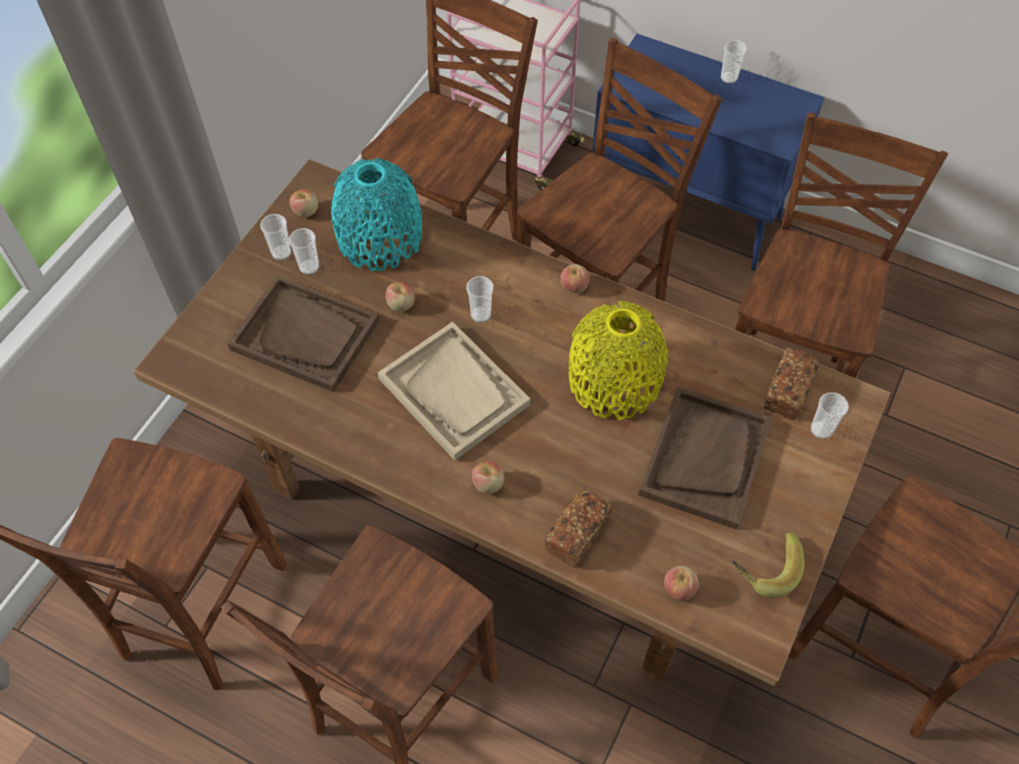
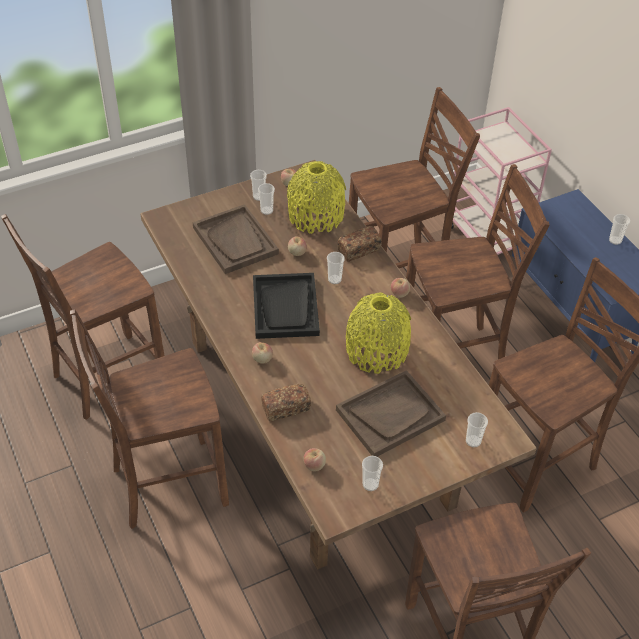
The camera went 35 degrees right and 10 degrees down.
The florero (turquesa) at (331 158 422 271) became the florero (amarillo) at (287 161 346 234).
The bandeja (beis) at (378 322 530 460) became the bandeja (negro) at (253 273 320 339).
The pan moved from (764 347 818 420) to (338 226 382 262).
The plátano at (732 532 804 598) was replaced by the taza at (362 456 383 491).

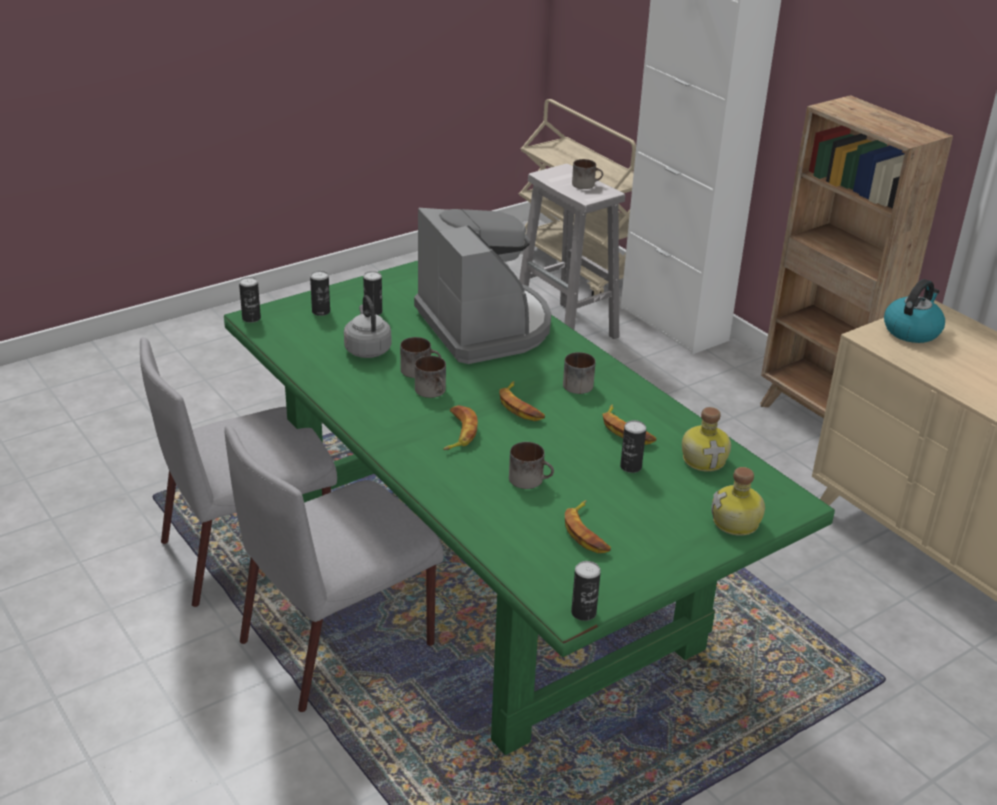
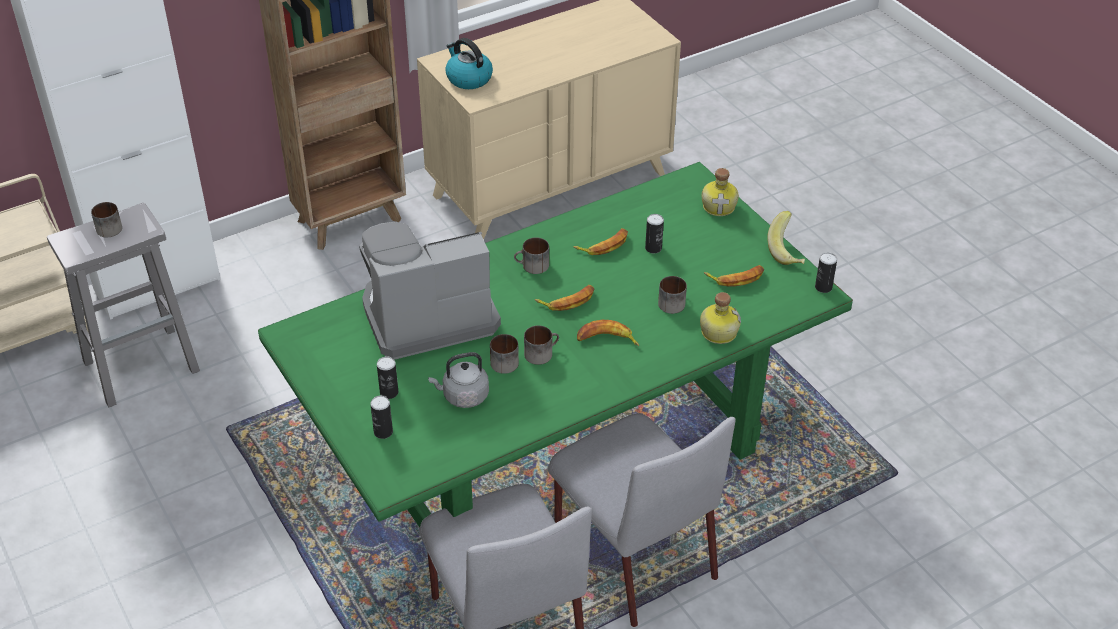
The camera went 85 degrees left and 10 degrees up.
The lata at (239 277 261 323) disappeared.
The botella moved from (682 407 731 472) to (700 292 741 344).
The plátano at (767 211 805 265) appeared.

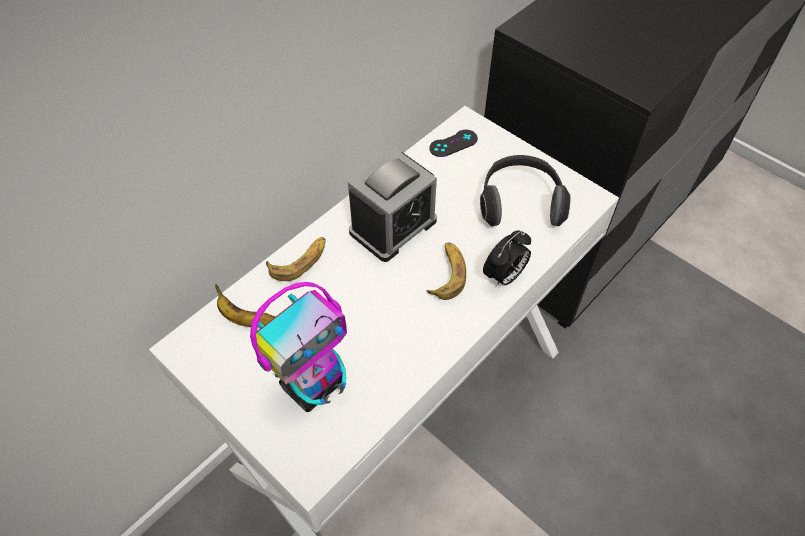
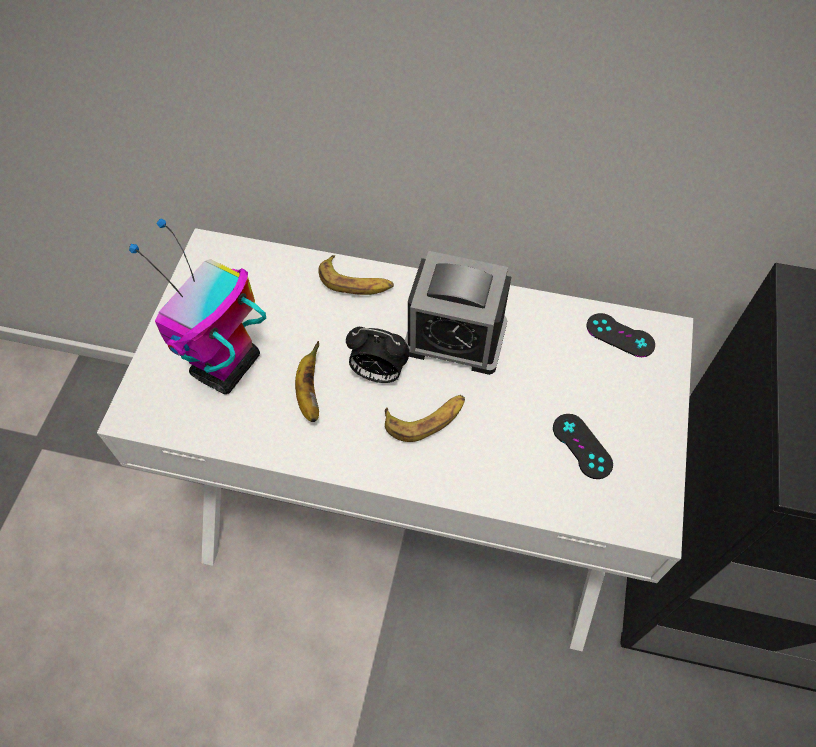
The camera went 60 degrees right and 5 degrees up.
The auriculares at (480 155 571 226) was replaced by the mando de consola (negro) at (553 414 613 479).
The despertador moved from (483 230 531 288) to (346 327 410 383).
The robot de juguete at (250 282 347 412) turned 105 degrees clockwise.
The plátano moved from (215 284 275 328) to (295 341 319 422).

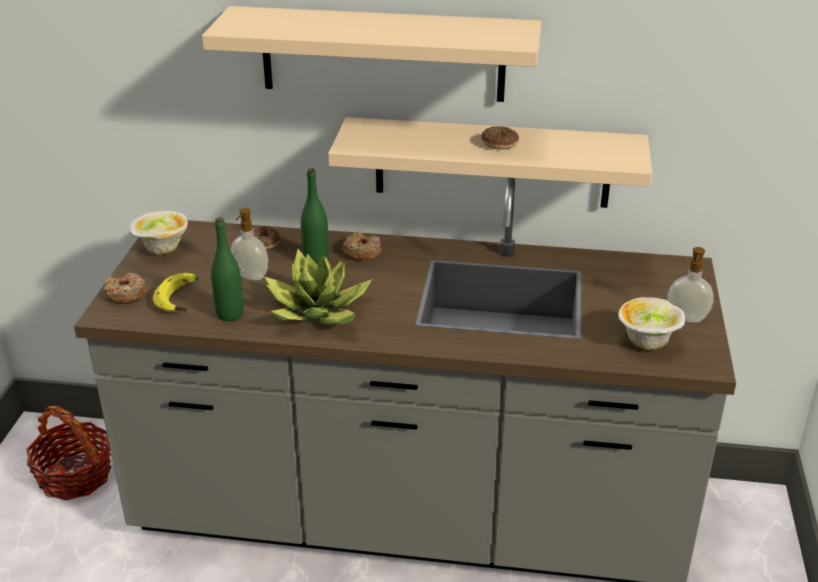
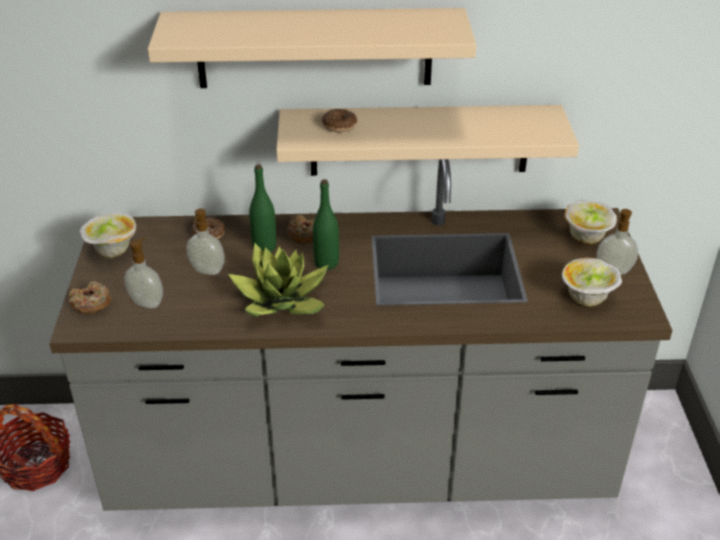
The camera went 10 degrees left and 5 degrees up.
The rosquilla moved from (481 126 519 150) to (322 109 357 132).
The botella (verde) moved from (211 217 244 321) to (313 179 339 270).
The plátano at (153 273 199 312) was replaced by the dispensador de jabón at (124 238 163 308).
The cuenco at (564 200 617 245) appeared.

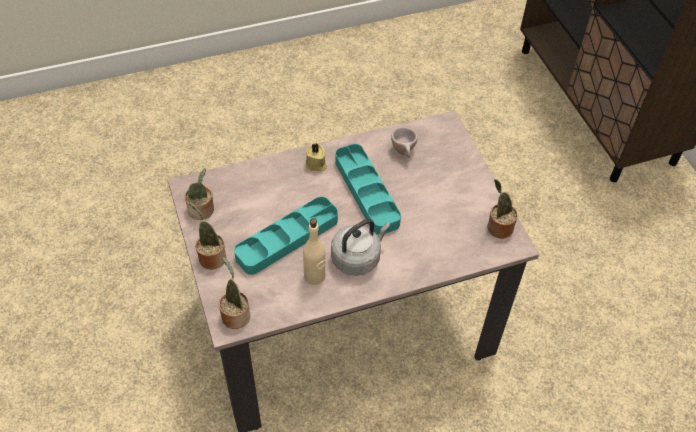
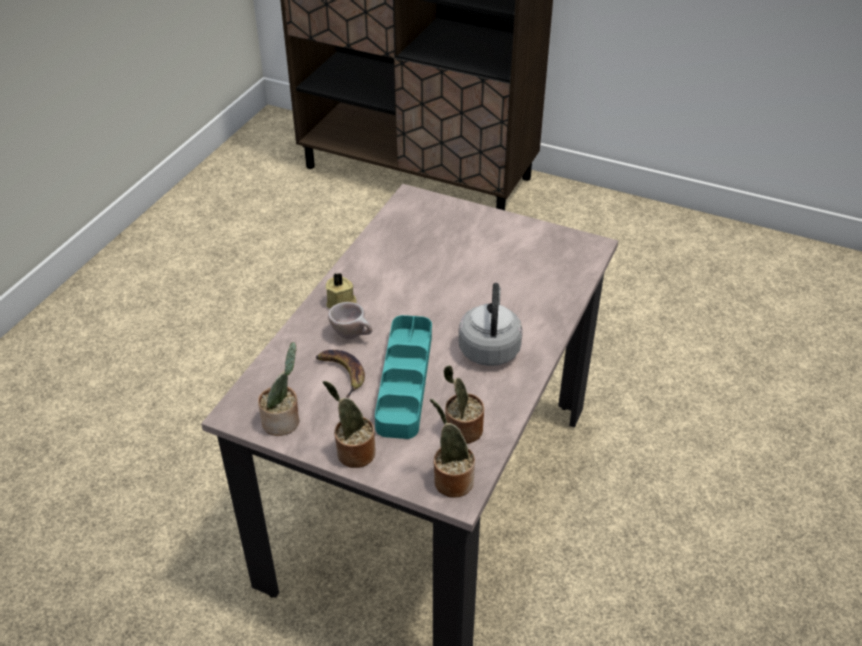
The camera went 45 degrees left and 10 degrees down.
The taza (beis) moved from (391 127 418 158) to (328 302 372 339).
The bandeja (turquesa) at (335 144 401 235) disappeared.
The planta en maceta moved from (487 179 518 239) to (444 365 484 444).
The botella (beis) at (303 218 325 285) disappeared.
The plátano at (315 350 365 398) appeared.

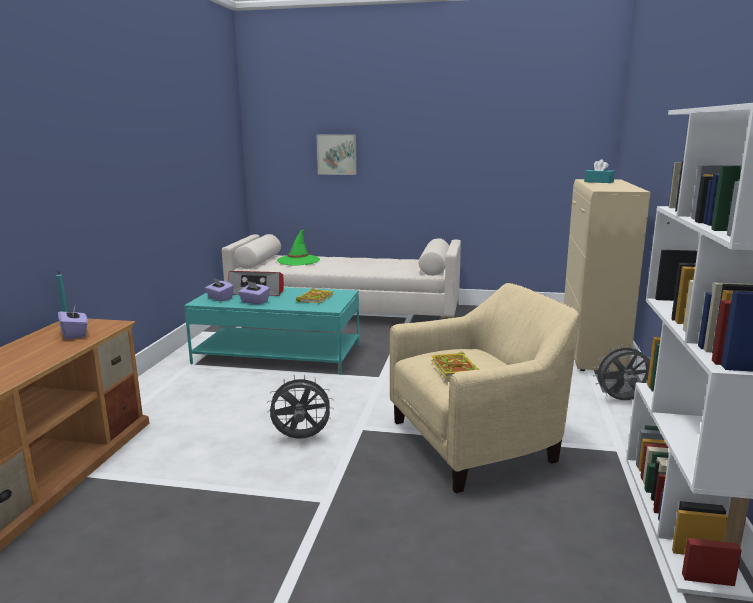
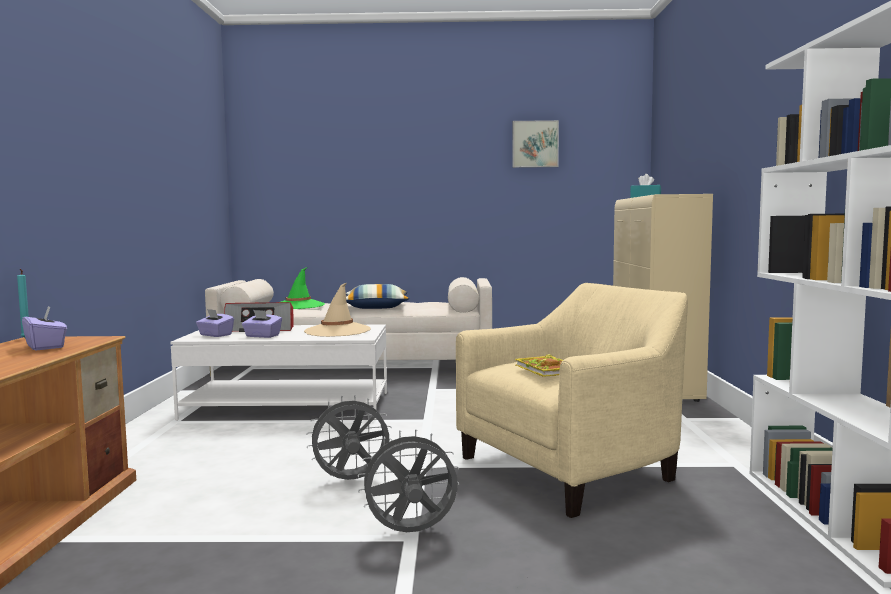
The camera went 10 degrees left and 10 degrees down.
The cuadro moved from (317 134 357 175) to (512 120 559 168).
The mesa de centro (turquesa) at (184 287 360 375) became the mesa de centro (blanco) at (170 324 387 421).
The libro at (296 288 334 303) was replaced by the sombrero (beis) at (304 283 371 337).
The ventilador (gris) moved from (593 344 650 400) to (358 429 459 532).
The cojín at (346 284 409 309) appeared.

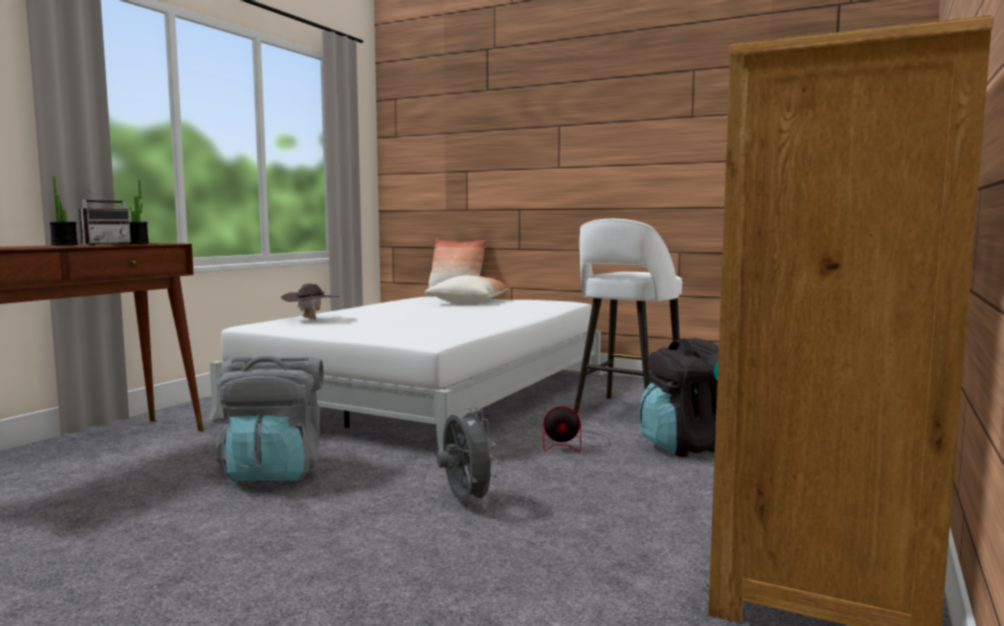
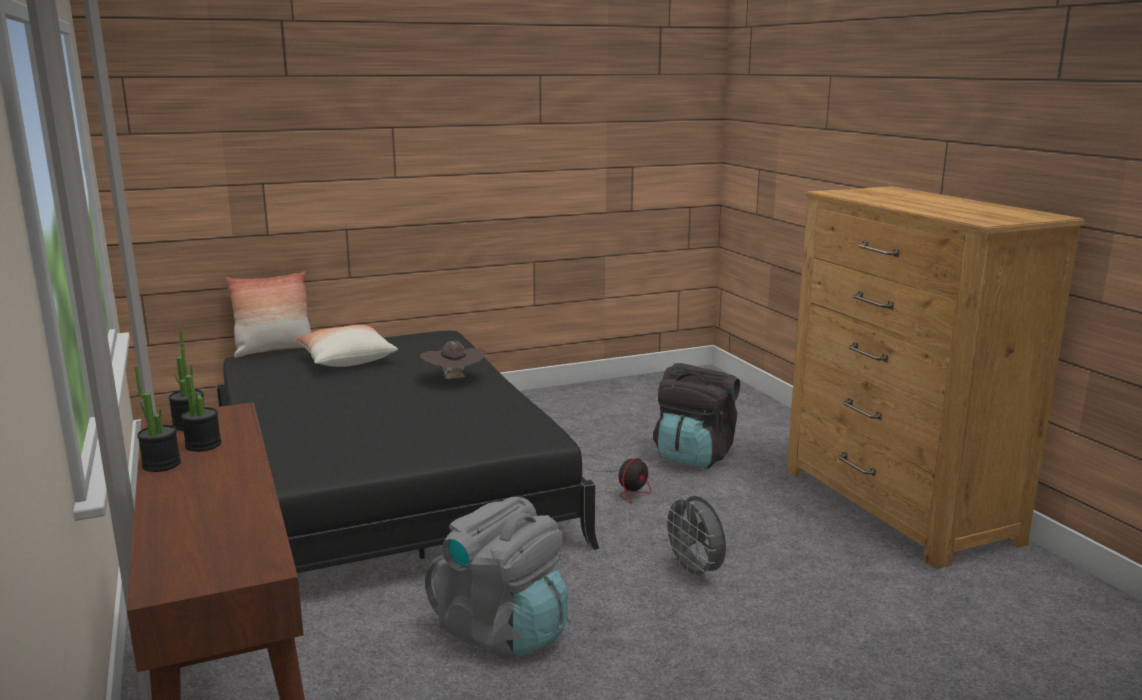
The camera went 50 degrees left and 10 degrees up.
The radio at (79 189 131 245) was replaced by the planta en maceta at (181 348 221 452).
The taburete (blanco) at (574 219 682 415) disappeared.
The sombrero (marrón) moved from (281 283 340 319) to (420 341 487 379).
The cama (blanco) at (208 296 603 452) became the cama (negro) at (216 331 600 573).
The ventilador (gris) at (437 406 498 504) turned 135 degrees counterclockwise.

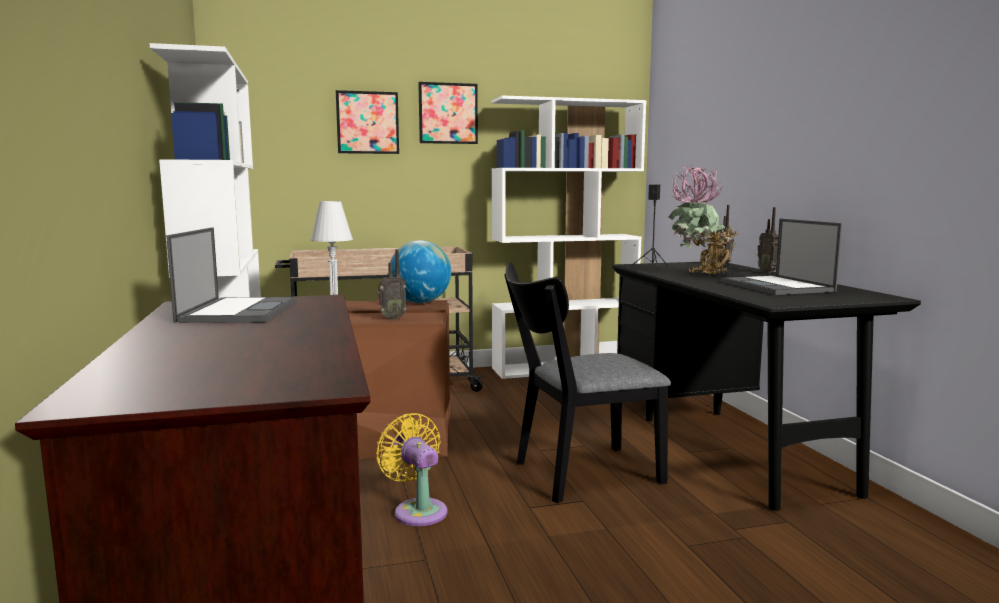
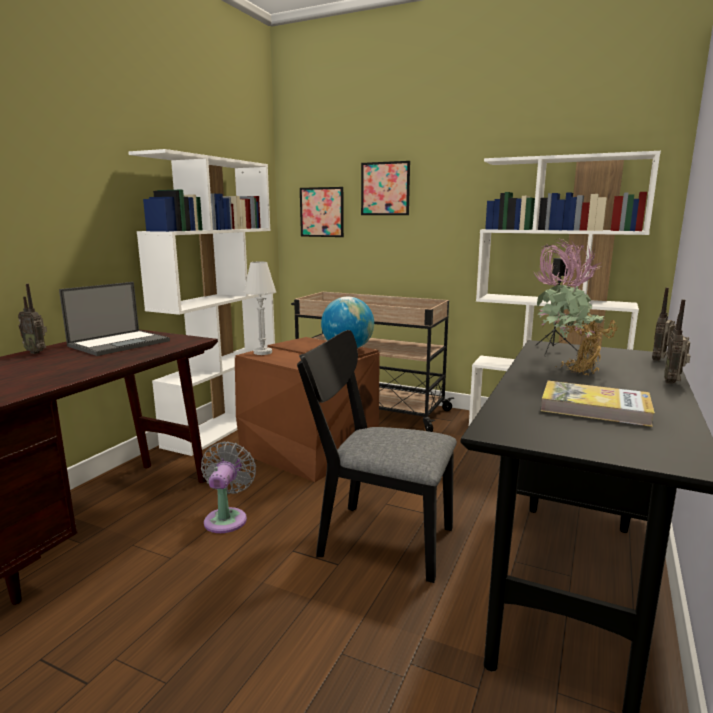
The camera went 40 degrees right and 5 degrees up.
The cuadro moved from (418 82 478 144) to (300 187 344 237).
The portátil at (721 219 842 295) was replaced by the libro at (541 381 655 427).
The radio moved from (377 249 407 320) to (18 284 47 354).
The ventilador (amarillo) at (376 413 447 526) became the ventilador (gris) at (201 441 256 533).

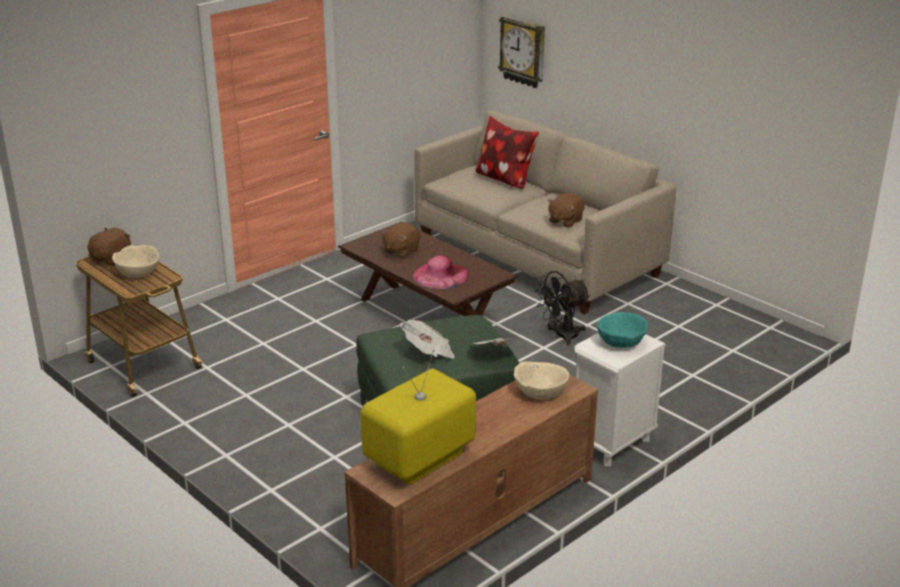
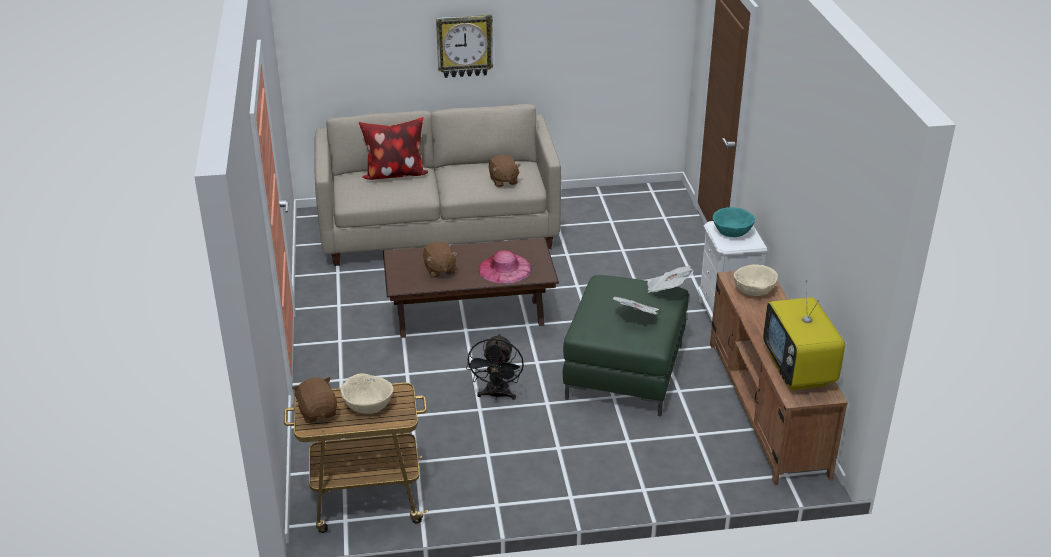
The camera went 55 degrees left and 5 degrees up.
The reloj de pared moved from (498 16 545 88) to (436 15 493 78).
The ventilador (negro) moved from (534 271 590 345) to (466 334 524 400).

